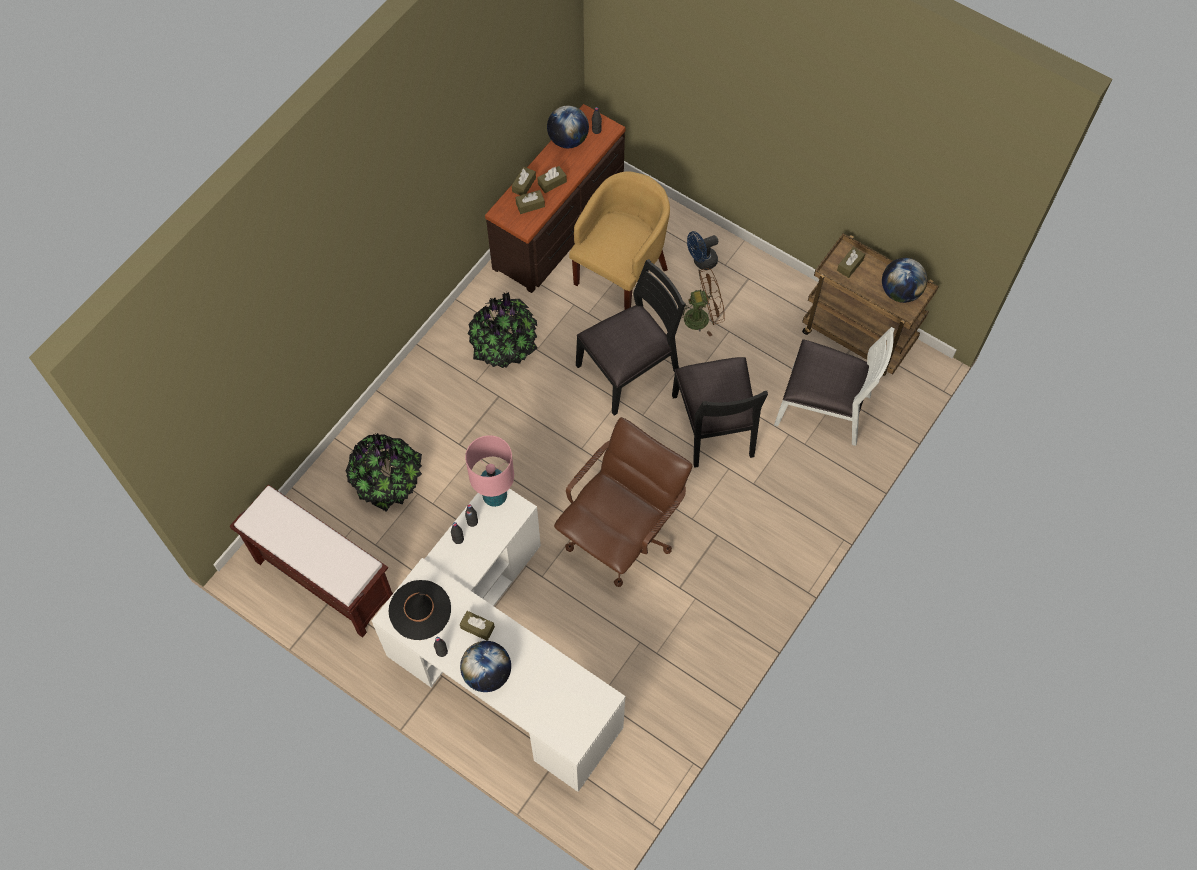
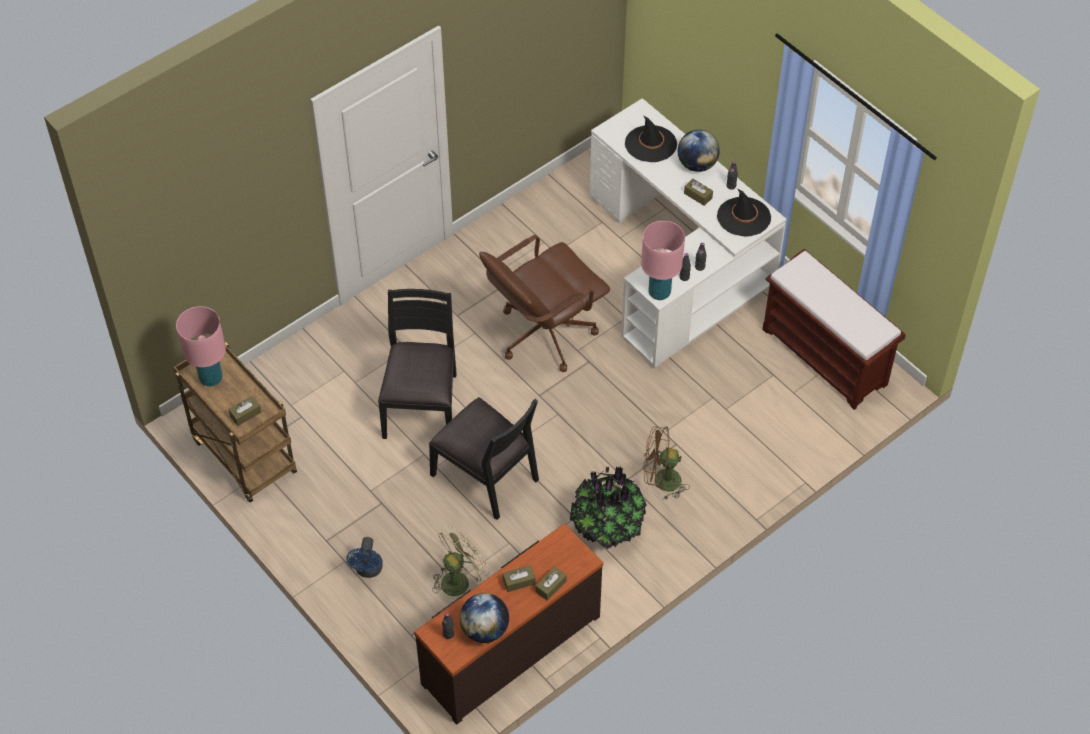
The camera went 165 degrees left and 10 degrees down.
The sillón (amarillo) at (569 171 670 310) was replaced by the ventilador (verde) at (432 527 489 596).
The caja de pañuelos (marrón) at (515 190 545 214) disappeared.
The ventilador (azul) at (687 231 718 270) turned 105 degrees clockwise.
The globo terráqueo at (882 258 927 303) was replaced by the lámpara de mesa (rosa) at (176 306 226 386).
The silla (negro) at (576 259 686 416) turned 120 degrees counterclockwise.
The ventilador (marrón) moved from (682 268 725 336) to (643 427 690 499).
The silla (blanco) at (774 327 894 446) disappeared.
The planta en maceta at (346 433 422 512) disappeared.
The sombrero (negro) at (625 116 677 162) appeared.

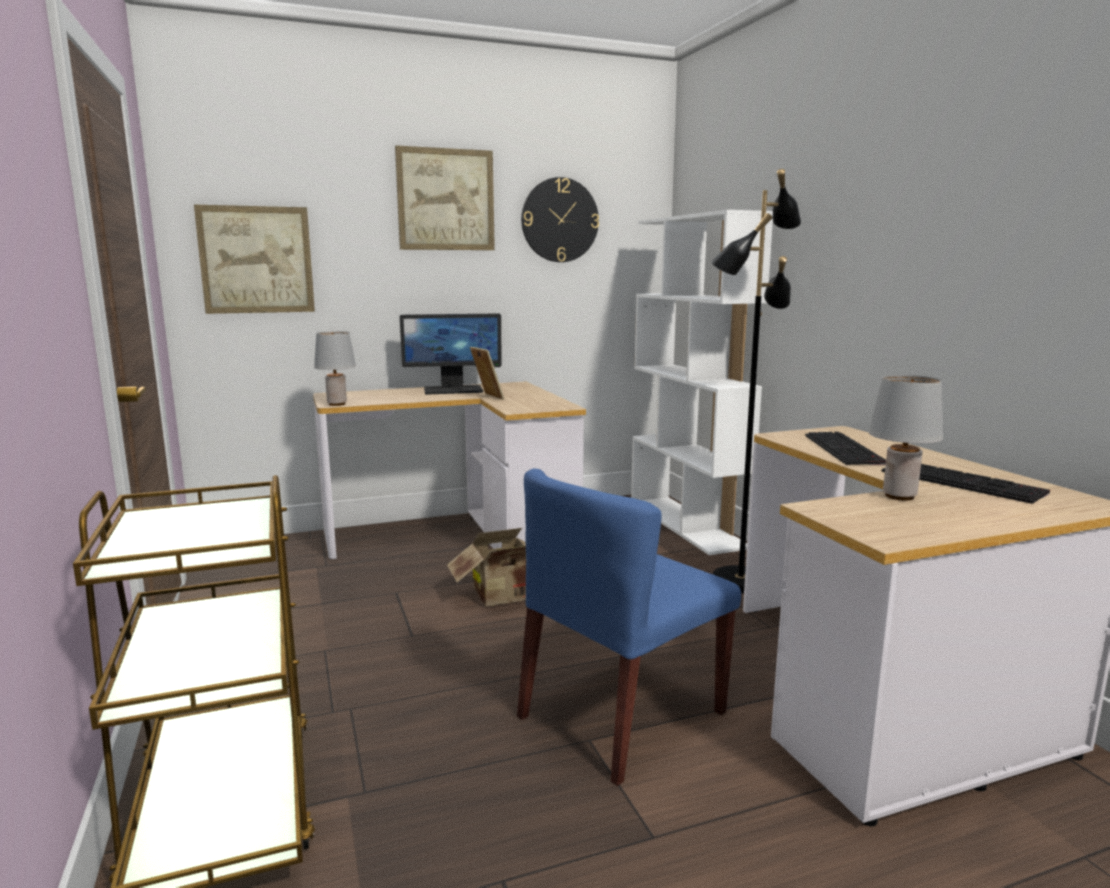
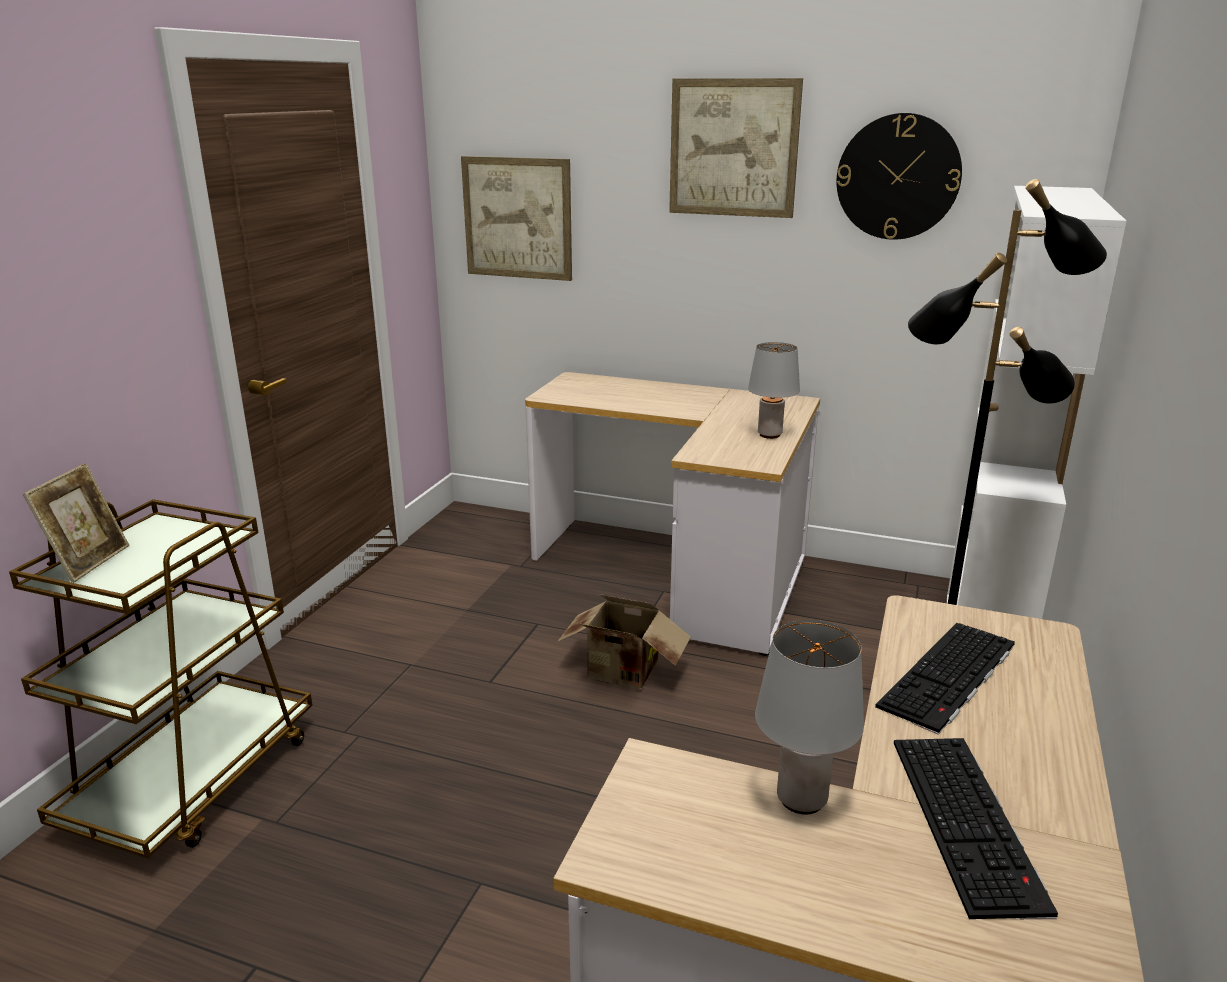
The camera went 40 degrees right and 10 degrees up.
The monitor at (400 313 502 394) disappeared.
The lámpara de mesa (gris) moved from (314 331 356 406) to (748 342 800 439).
The portarretratos moved from (470 347 504 400) to (23 463 129 583).
The silla (azul) at (517 468 741 786) disappeared.

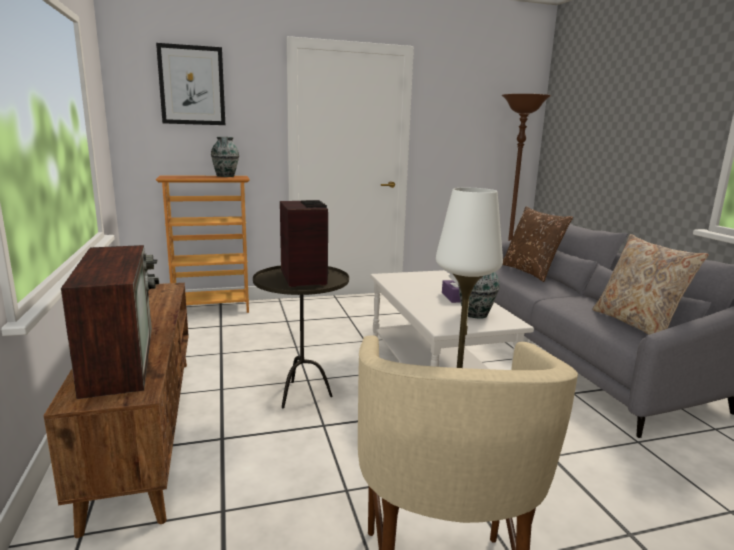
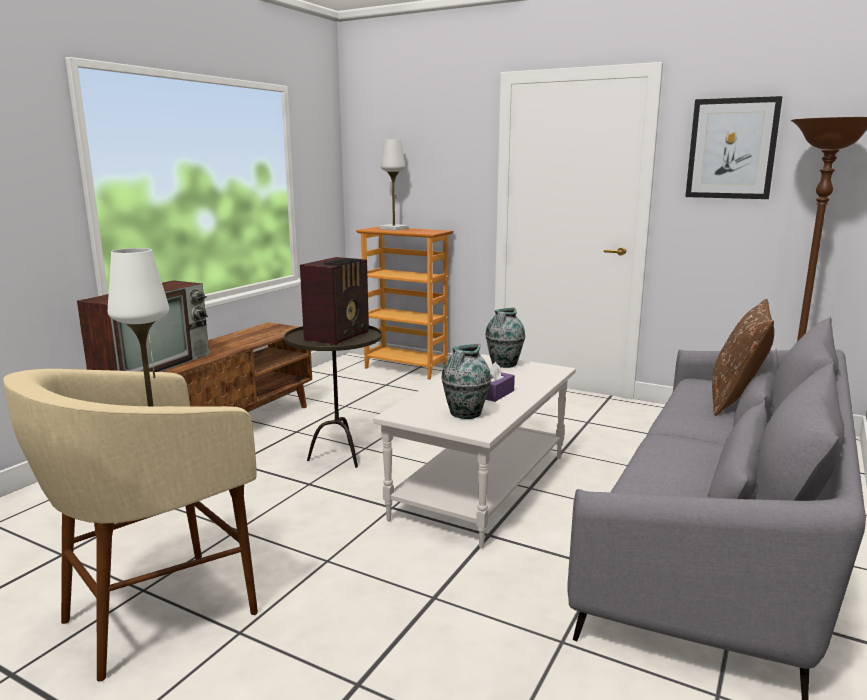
The camera went 45 degrees right and 0 degrees up.
The cuadro moved from (156 43 225 125) to (685 96 782 199).
The florero moved from (211 137 239 177) to (485 307 526 368).
The cojín (beis) at (592 234 709 335) disappeared.
The lámpara de mesa (blanco) at (379 139 408 230) appeared.

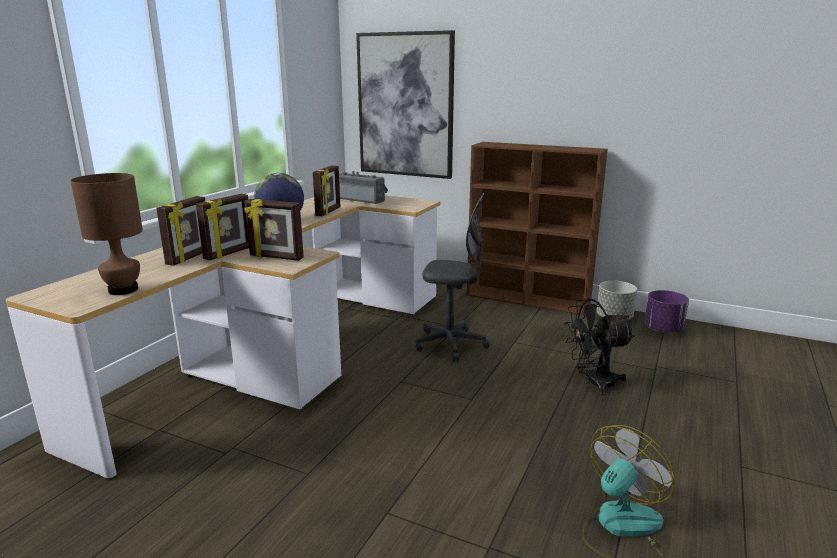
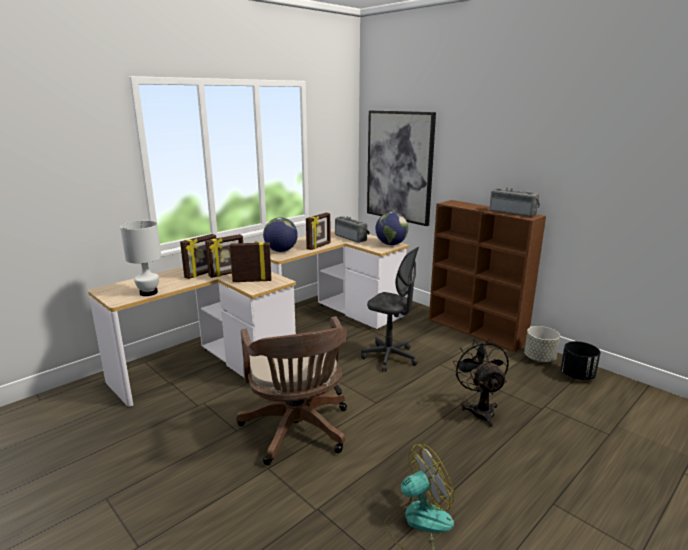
The camera went 20 degrees right and 0 degrees up.
The lámpara de mesa (marrón) at (70 173 143 295) became the lámpara de mesa (blanco) at (120 221 161 296).
The portarretratos at (244 199 304 261) turned 135 degrees clockwise.
The maceta (morado) at (644 290 689 333) became the maceta (negro) at (561 341 600 380).
The ventilador (negro) at (564 299 635 395) turned 75 degrees clockwise.
The radio at (489 187 540 217) appeared.
The globo terráqueo at (375 212 408 245) appeared.
The silla de oficina (marrón) at (236 316 347 465) appeared.

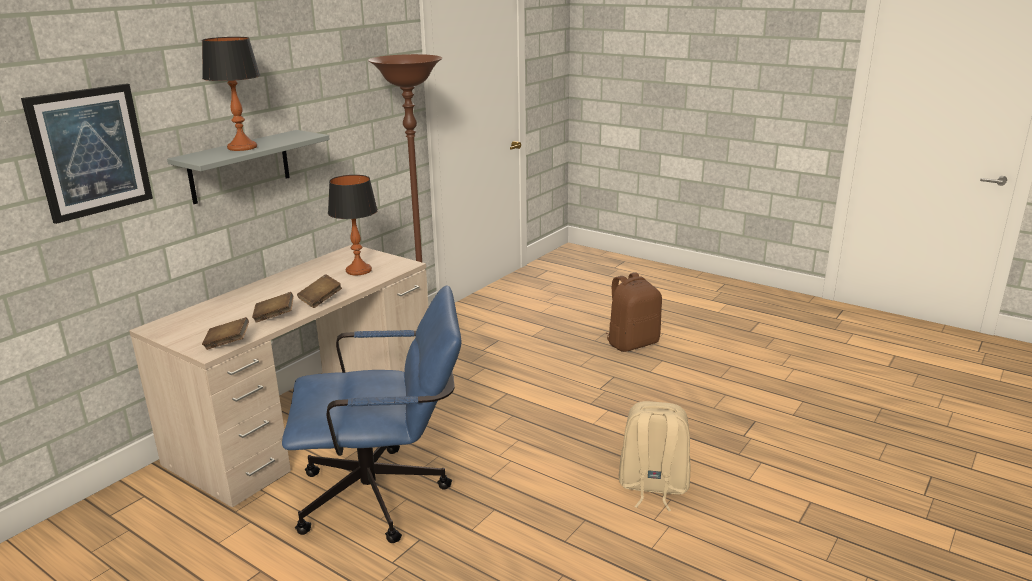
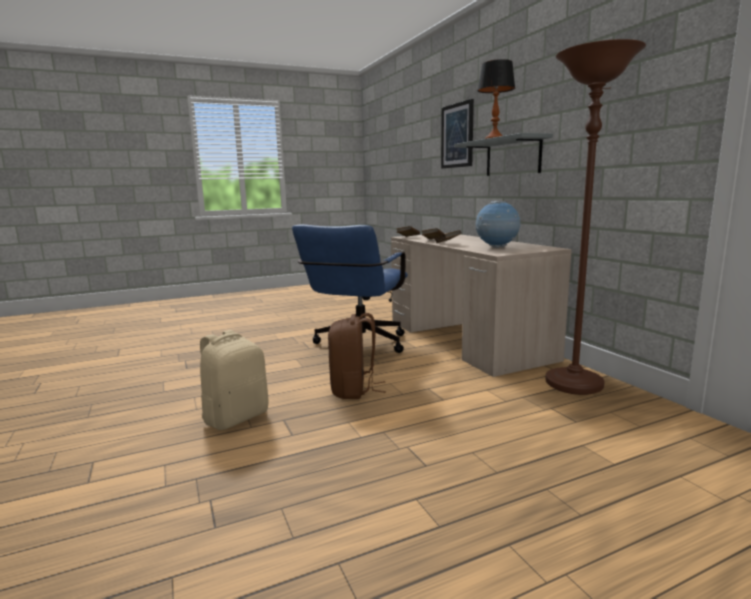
The camera went 120 degrees right and 10 degrees down.
The lámpara de mesa at (328 175 378 275) was replaced by the globo terráqueo at (476 201 521 248).
The mochila (marrón) moved from (606 272 662 352) to (328 313 386 399).

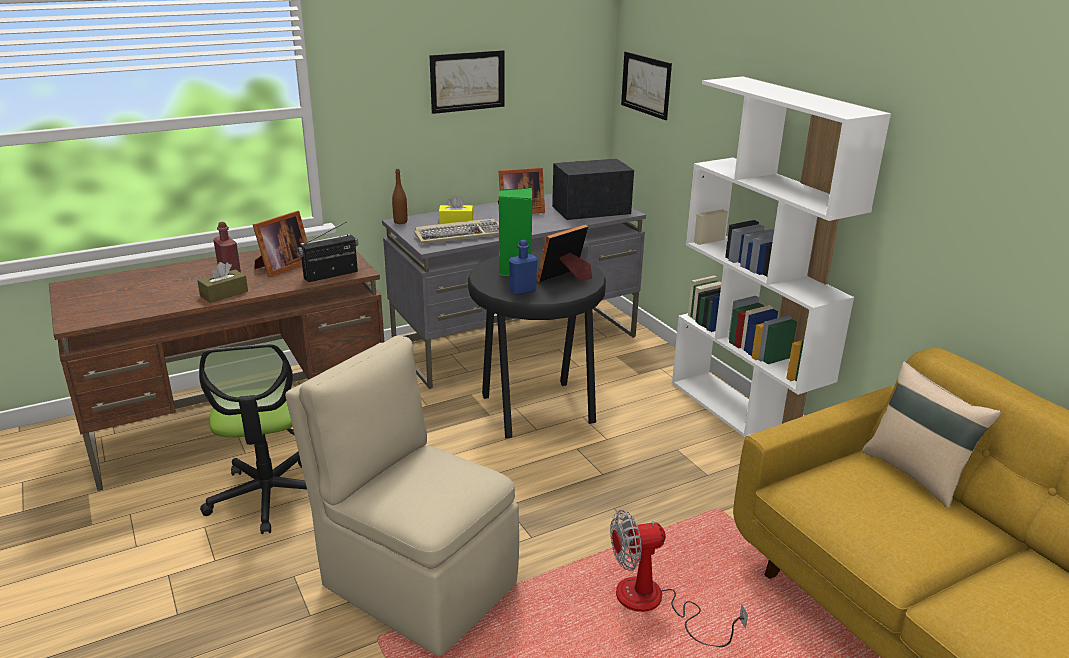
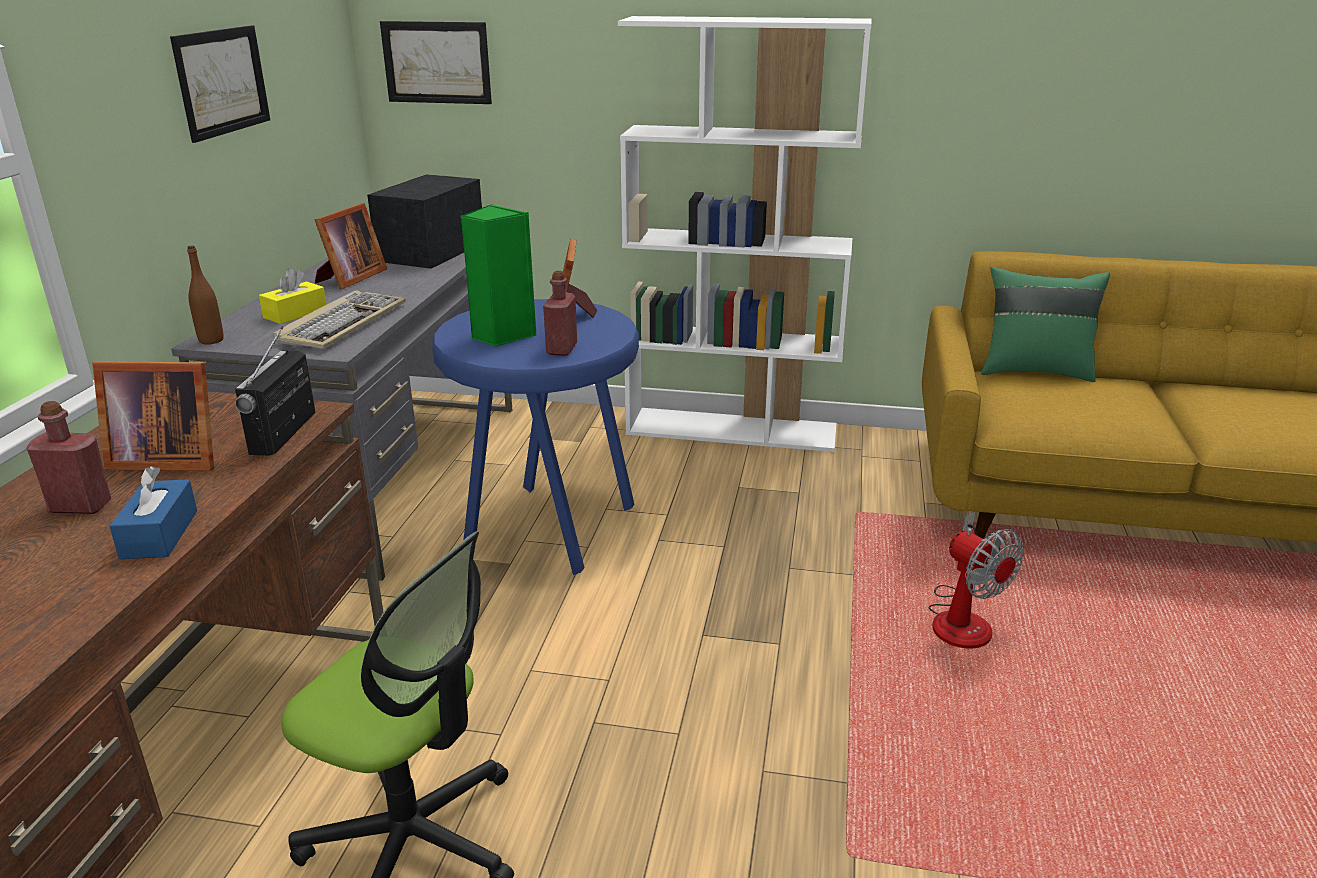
The camera went 50 degrees left and 0 degrees up.
The portarretratos at (253 211 308 277) turned 105 degrees clockwise.
The botella (azul) at (509 240 537 295) became the botella (rojo) at (543 271 577 356).
The taburete (negro) at (468 252 606 438) became the taburete (azul) at (432 299 639 575).
The caja de pañuelos (marrón) at (197 262 248 303) became the caja de pañuelos (azul) at (109 466 197 559).
The silla (beis) at (285 335 519 656) disappeared.
The cojín (beis) at (862 362 1001 508) became the cojín (verde) at (981 267 1110 382).
The ventilador at (610 510 748 647) turned 60 degrees counterclockwise.

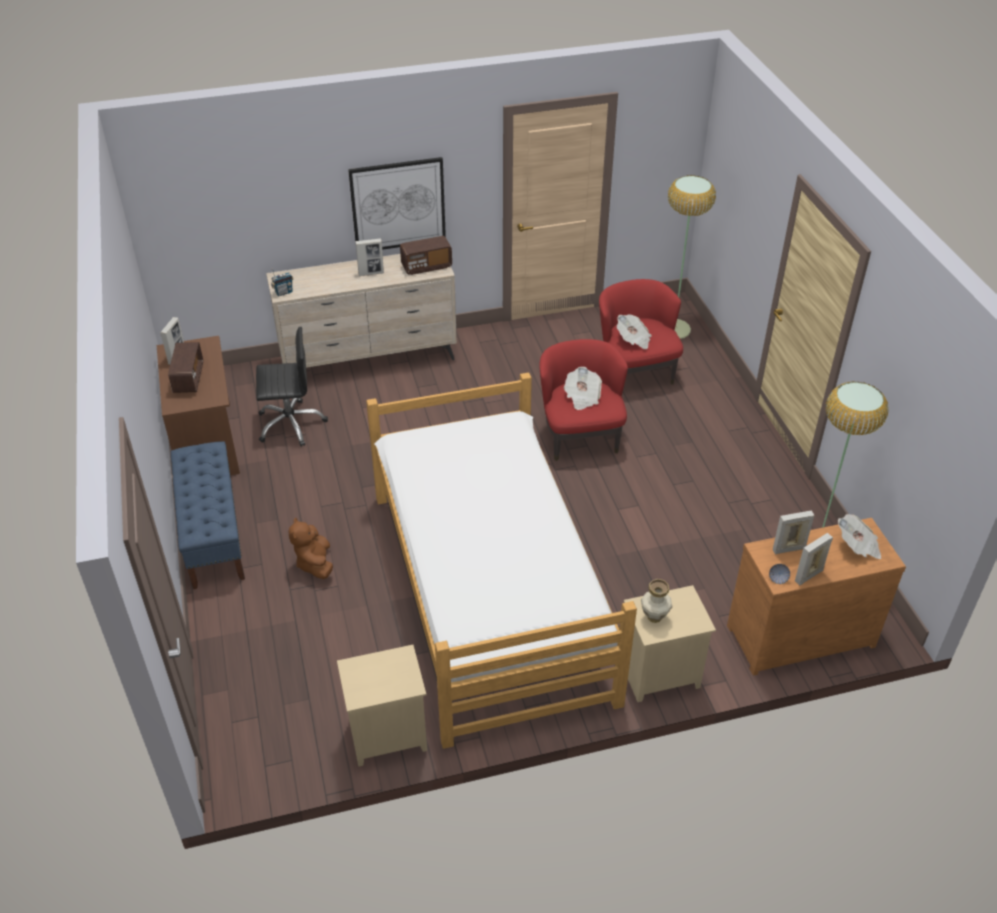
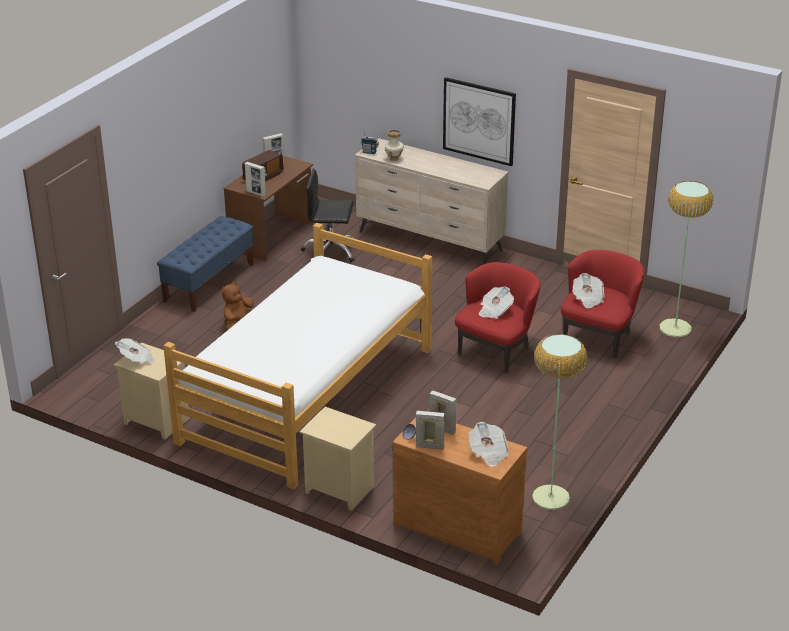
The camera went 45 degrees right and 10 degrees down.
The radio at (400 236 452 275) disappeared.
The portarretratos moved from (355 238 384 276) to (245 162 266 197).
The silla de oficina (negro) at (256 327 328 447) turned 150 degrees clockwise.
The florero moved from (641 579 672 623) to (385 130 404 161).
The periódico at (115 338 155 363) appeared.

